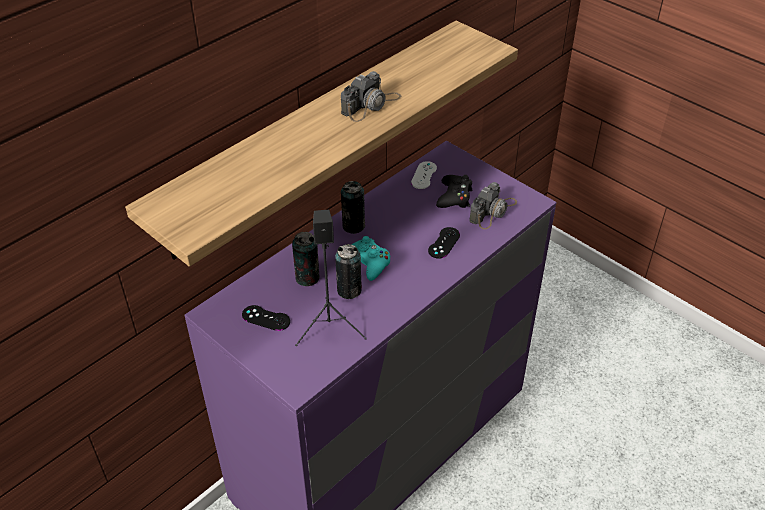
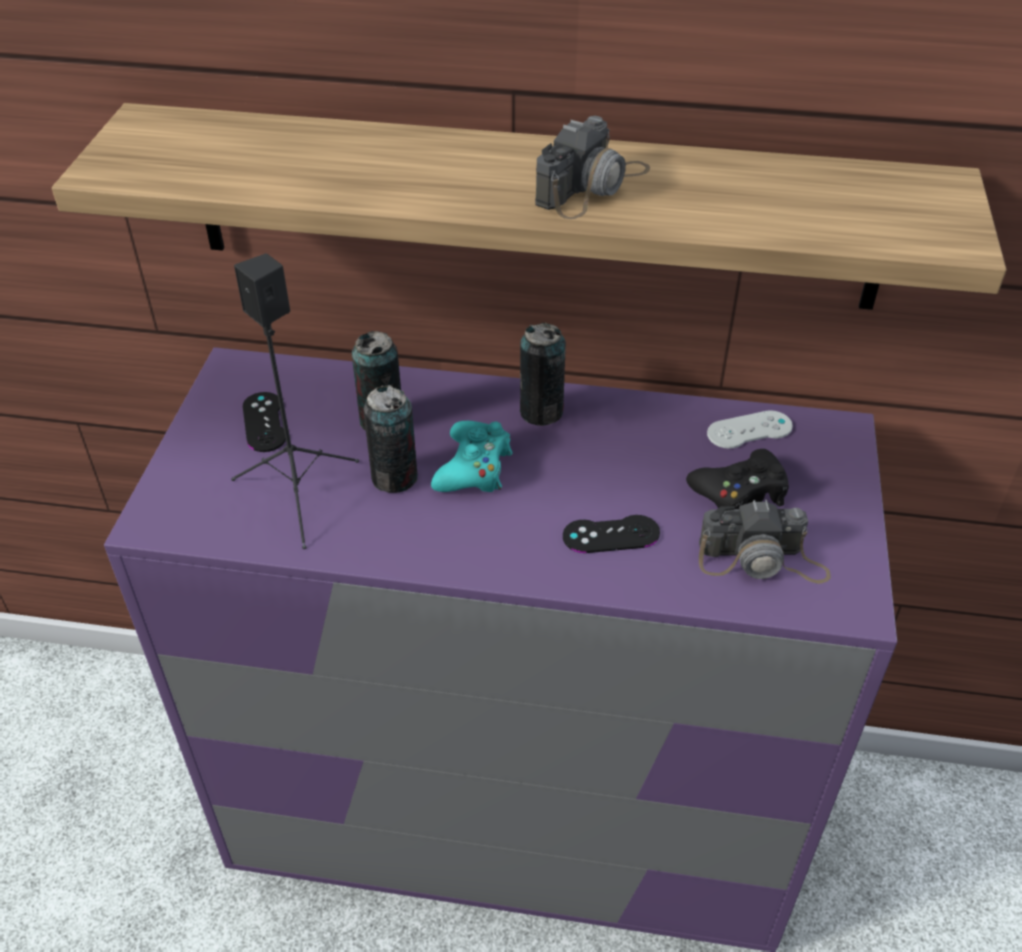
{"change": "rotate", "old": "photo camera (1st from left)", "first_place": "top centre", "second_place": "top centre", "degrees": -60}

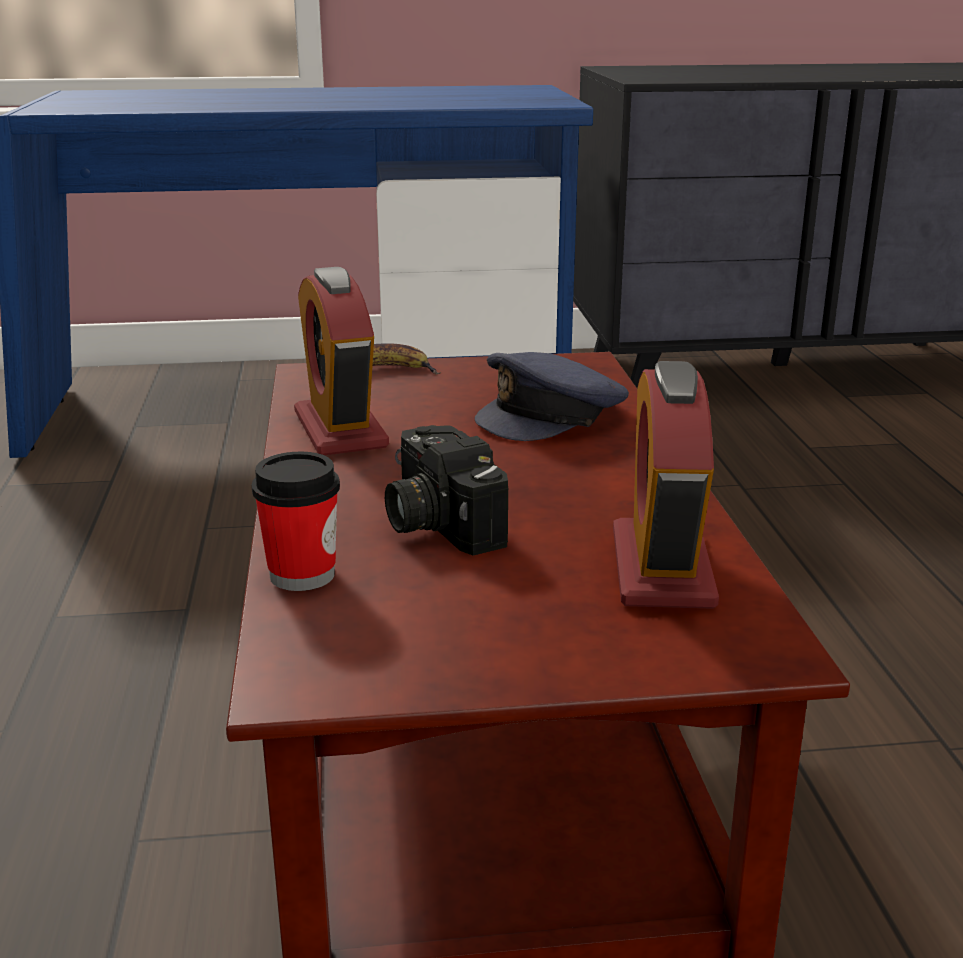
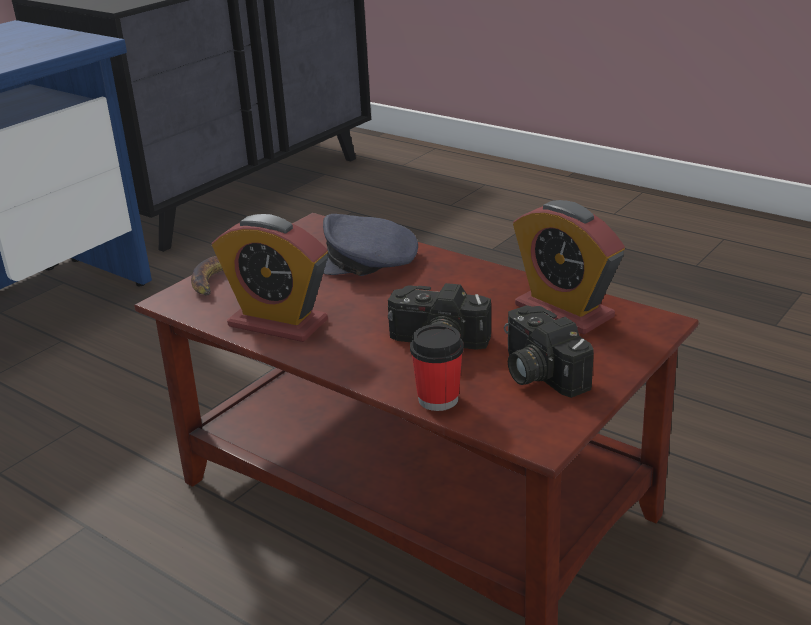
{"change": "insert", "new": "photo camera (2nd from left)", "second_place": "middle right"}
{"change": "rotate", "old": "cap/grey", "first_place": "centre", "second_place": "centre", "degrees": 90}

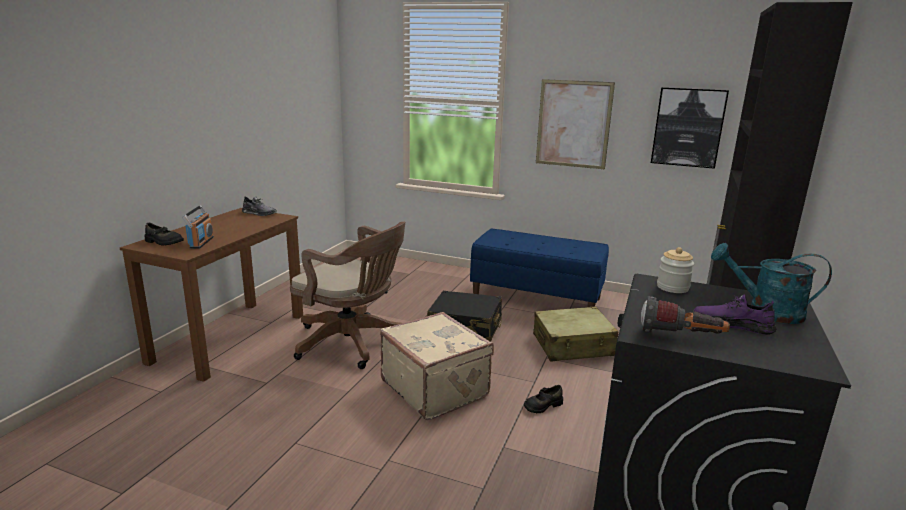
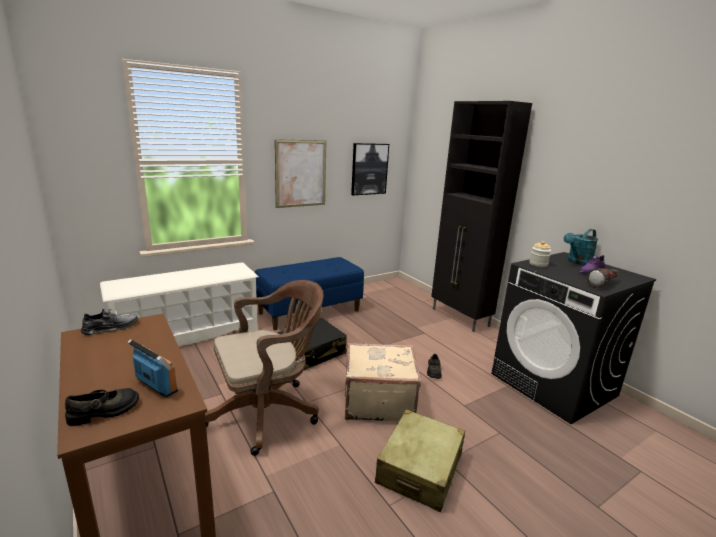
{"change": "insert", "new": "shoe rack/white", "second_place": "middle left"}
{"change": "move", "old": "suitcase/beige (2nd from left)", "first_place": "centre", "second_place": "bottom centre"}

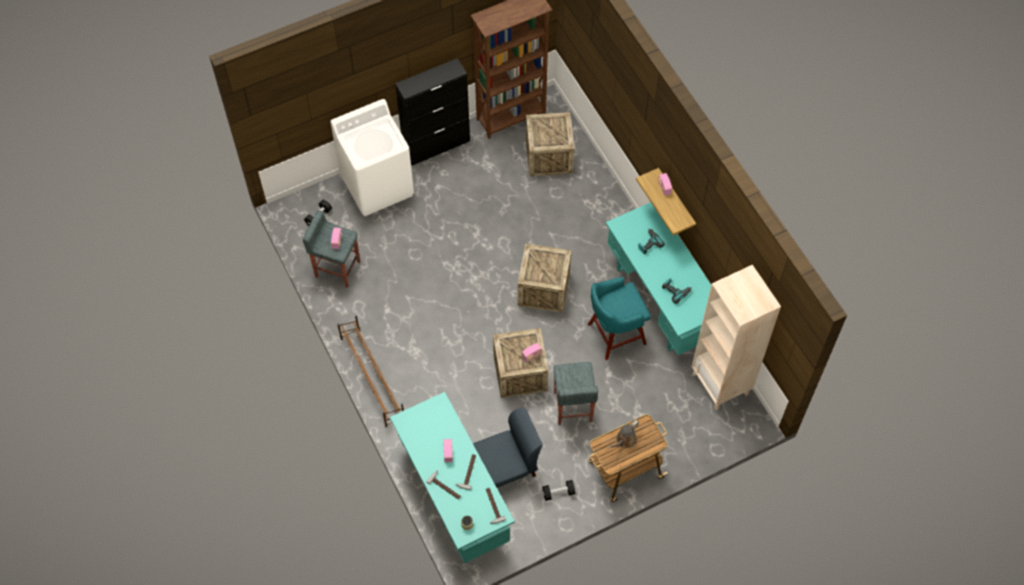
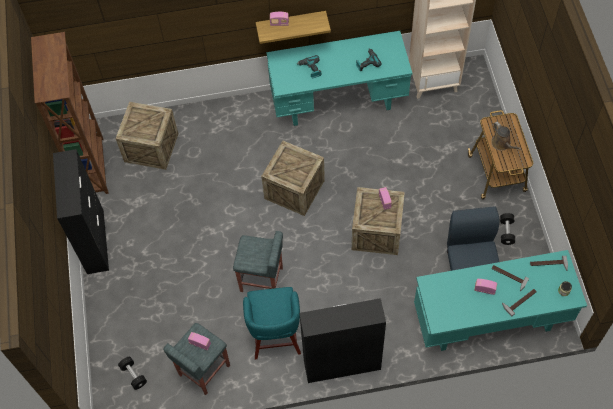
{"change": "delete", "old": "washing machine/white", "first_place": "top centre"}
{"change": "move", "old": "stool/grey (2nd from left)", "first_place": "bottom centre", "second_place": "centre"}
{"change": "move", "old": "stool/turquoise", "first_place": "centre", "second_place": "bottom centre"}
{"change": "replace", "old": "shoe rack/brown", "new": "cabinet/black (2nd from left)", "first_place": "centre", "second_place": "bottom centre"}

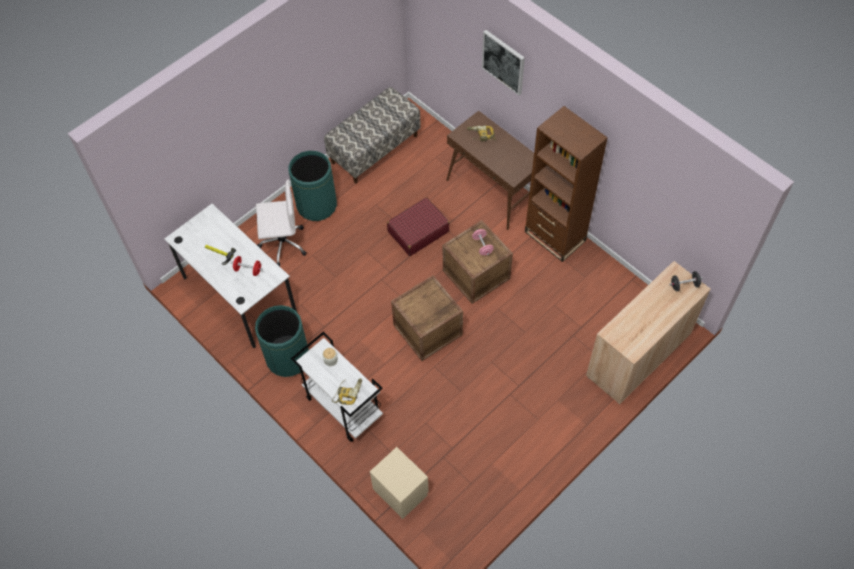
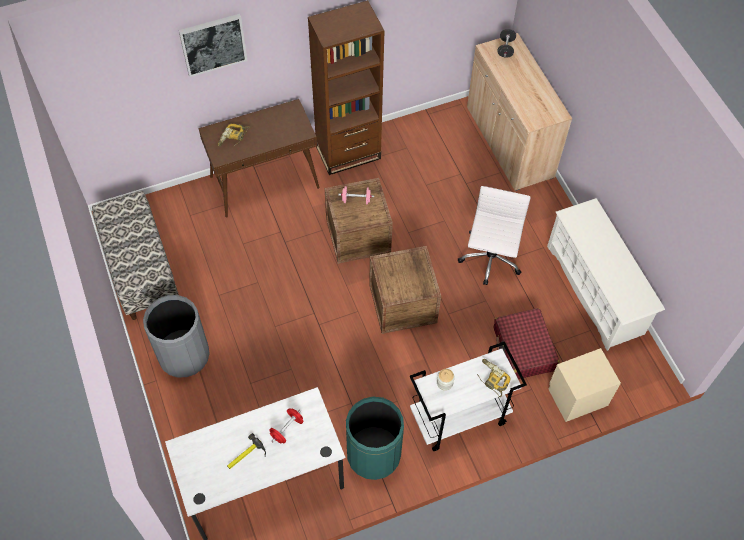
{"change": "insert", "new": "shoe rack/white", "second_place": "middle right"}
{"change": "move", "old": "office chair/white", "first_place": "middle left", "second_place": "centre"}
{"change": "move", "old": "suitcase/red", "first_place": "centre", "second_place": "middle right"}
{"change": "recolor", "old": "trash can/green (2nd from left)", "new": "trash can/grey", "first_place": "top centre", "second_place": "middle left"}

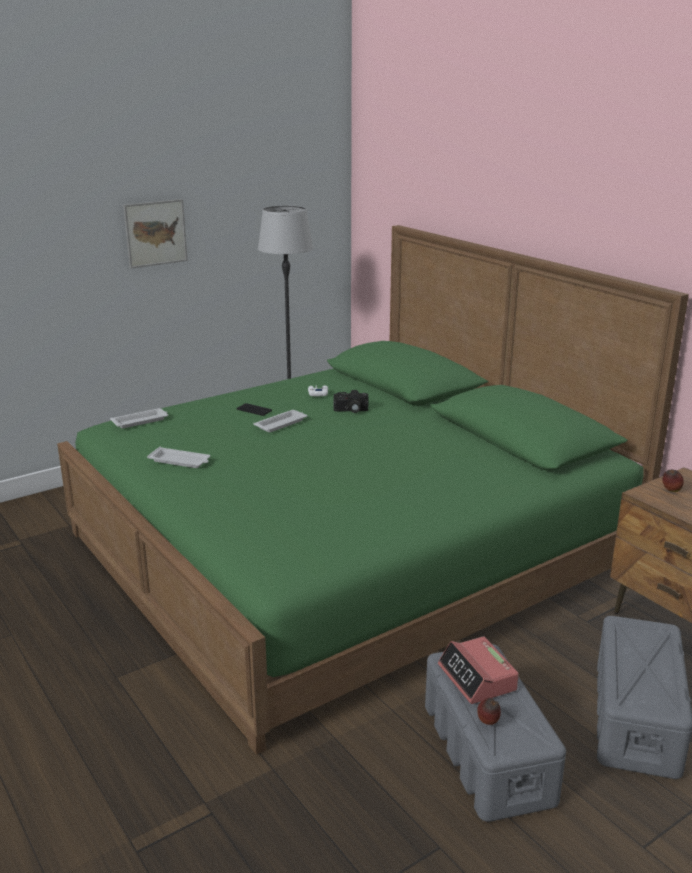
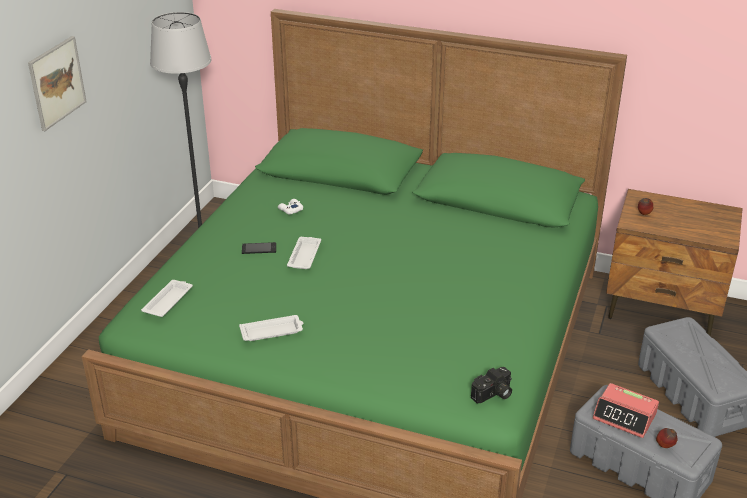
{"change": "move", "old": "photo camera", "first_place": "centre", "second_place": "bottom centre"}

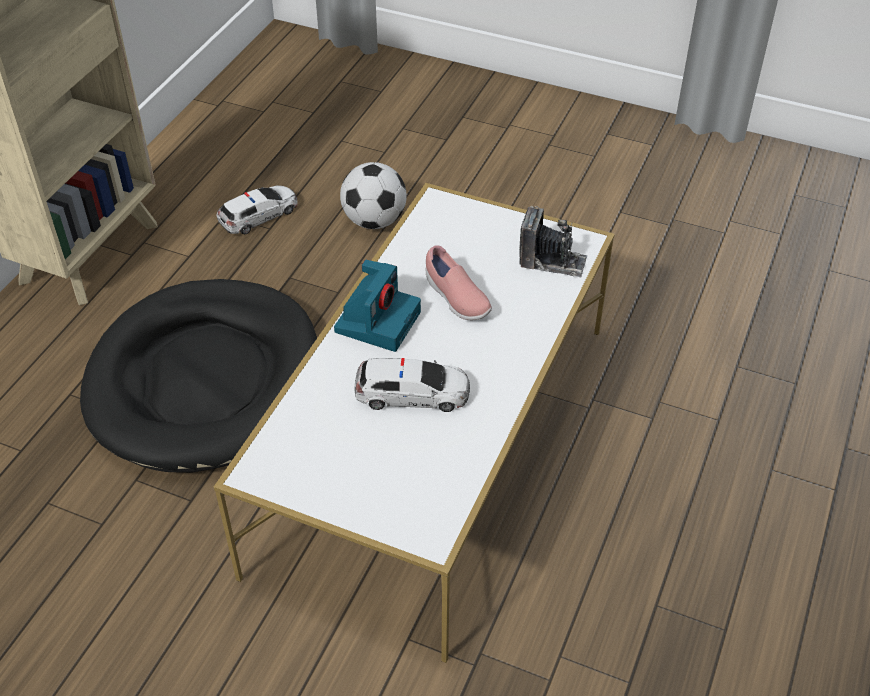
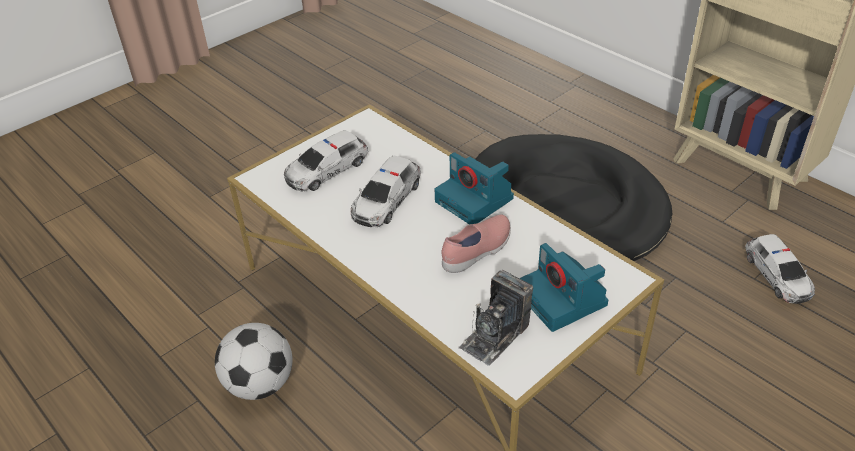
{"change": "insert", "new": "toy car (1st from left)", "second_place": "centre"}
{"change": "insert", "new": "photo camera (3rd from left)", "second_place": "centre"}
{"change": "move", "old": "football", "first_place": "top centre", "second_place": "bottom left"}
{"change": "rotate", "old": "shoe/pink", "first_place": "centre", "second_place": "centre", "degrees": 150}

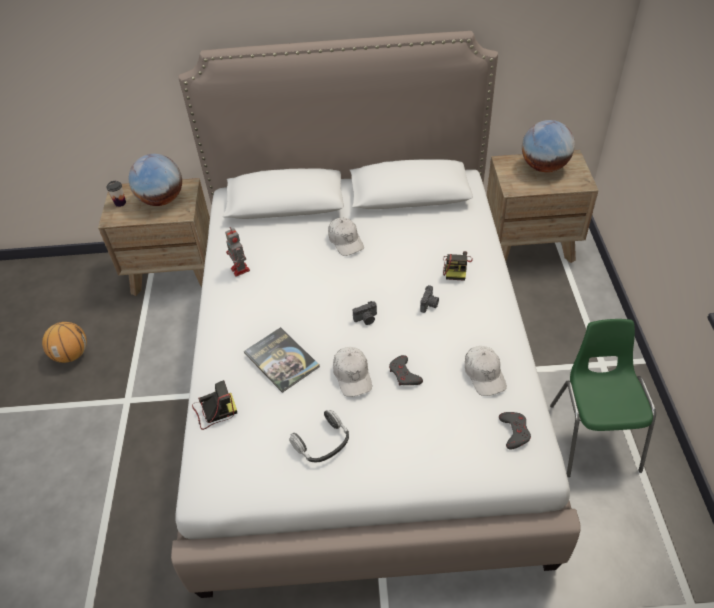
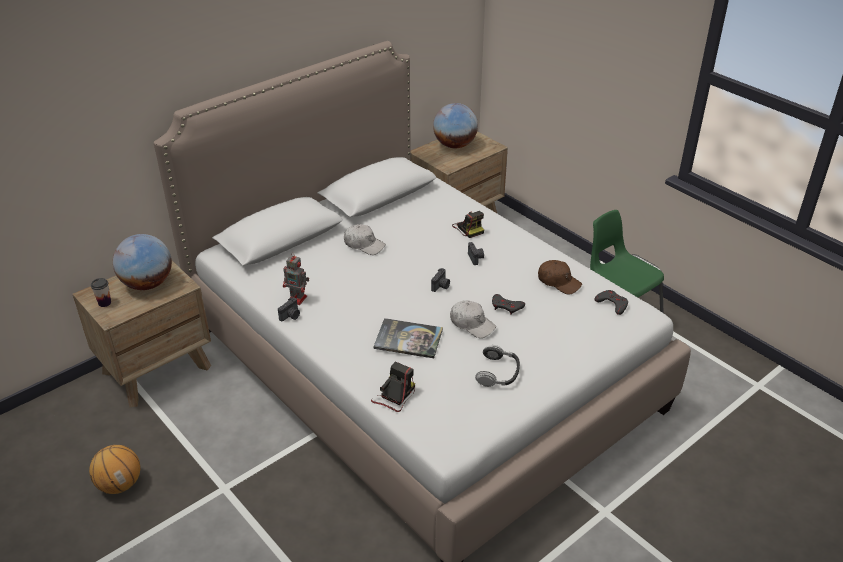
{"change": "insert", "new": "photo camera (1st from left)", "second_place": "centre"}
{"change": "recolor", "old": "cap/white (3rd from left)", "new": "cap/brown", "first_place": "middle right", "second_place": "centre"}

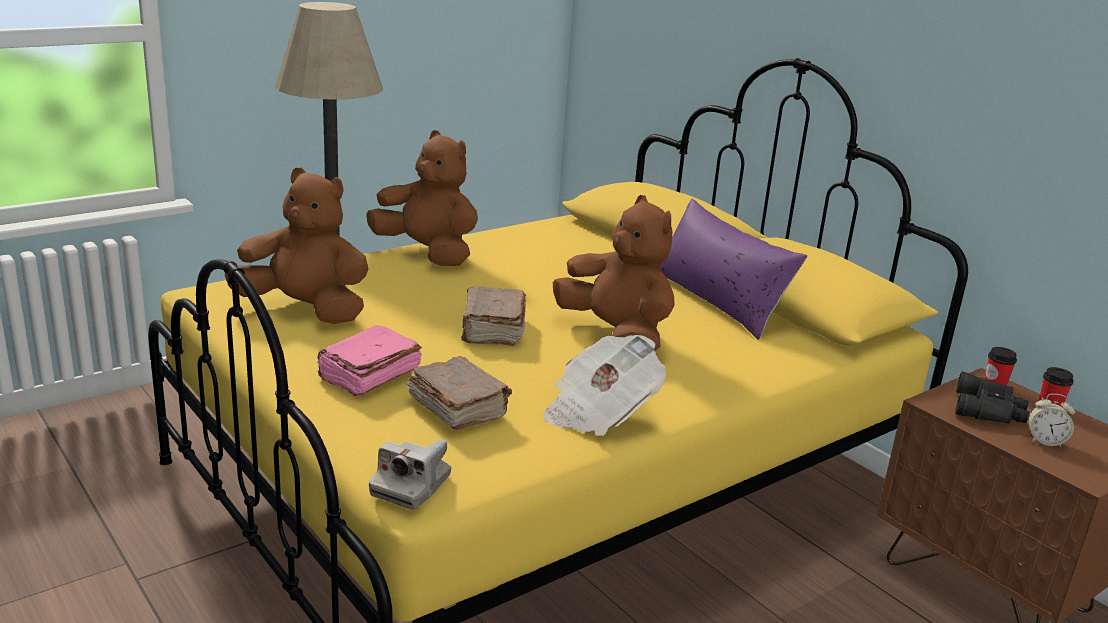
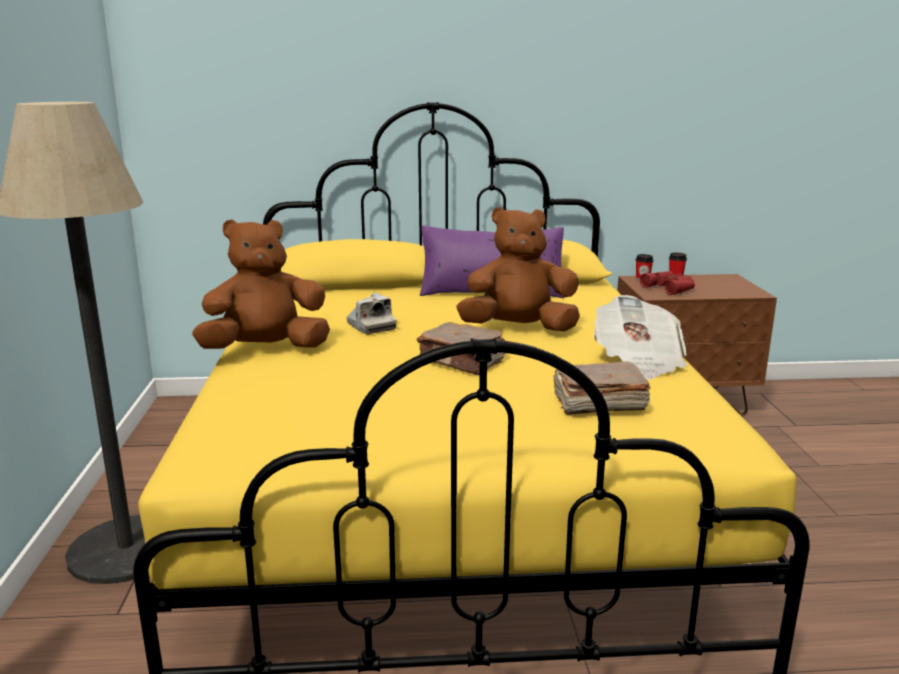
{"change": "delete", "old": "plush toy/brown (1st from left)", "first_place": "middle left"}
{"change": "delete", "old": "book/pink", "first_place": "middle left"}
{"change": "delete", "old": "alarm clock", "first_place": "bottom right"}
{"change": "move", "old": "photo camera", "first_place": "bottom centre", "second_place": "centre"}
{"change": "recolor", "old": "binoculars/black", "new": "binoculars/red", "first_place": "middle right", "second_place": "middle right"}

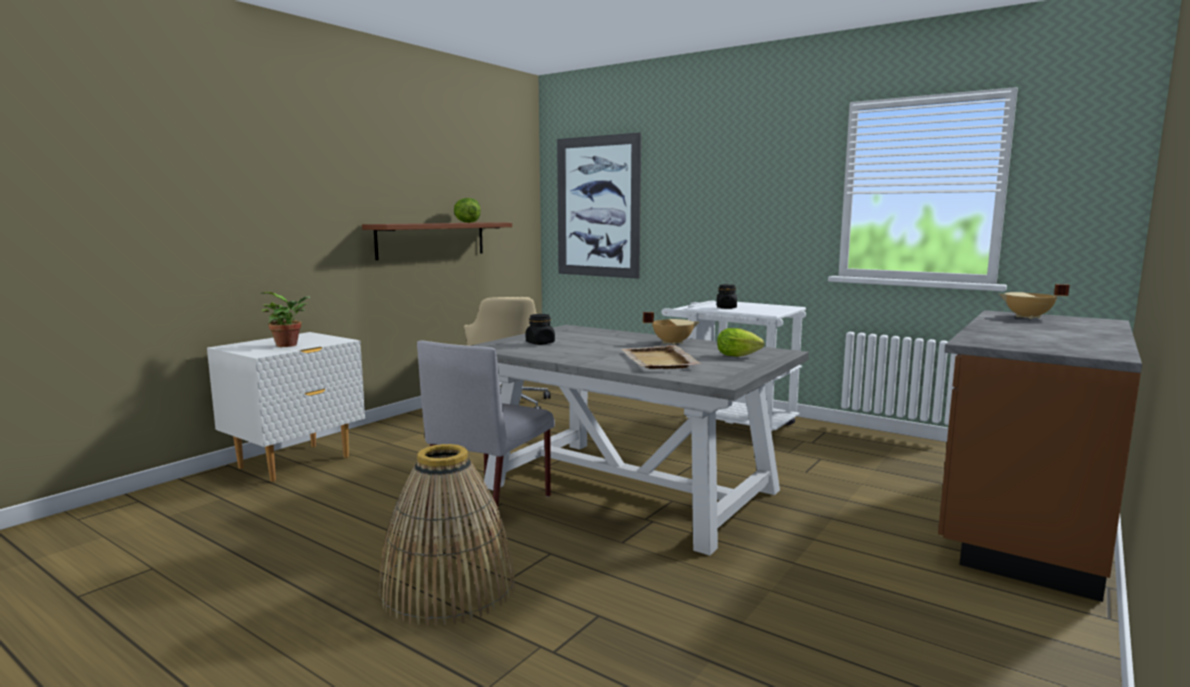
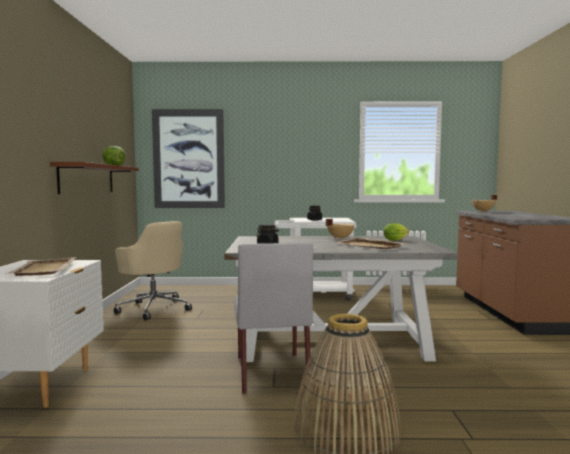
{"change": "replace", "old": "potted plant", "new": "tray/beige (1st from left)", "first_place": "middle left", "second_place": "middle left"}

